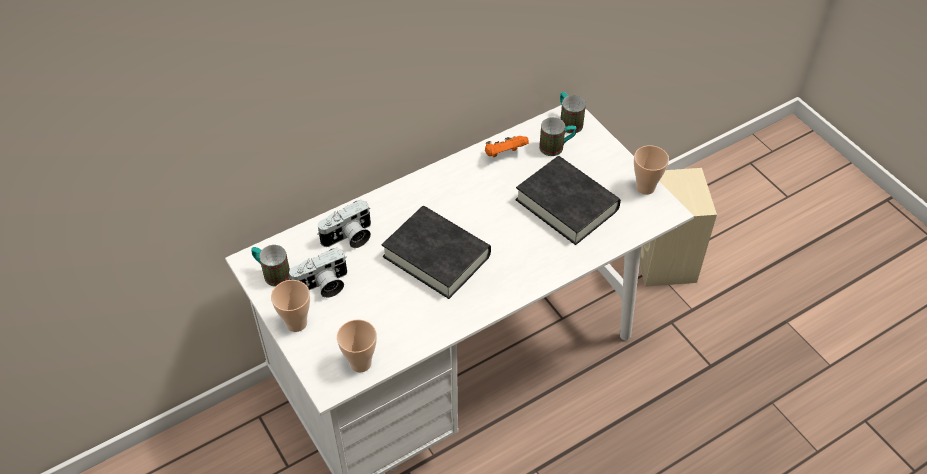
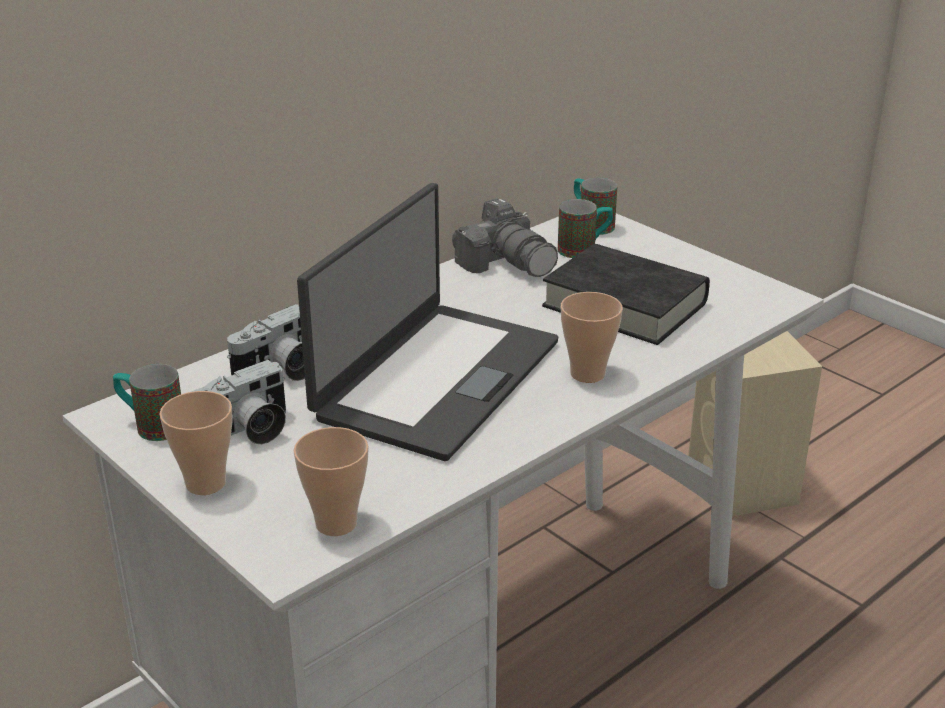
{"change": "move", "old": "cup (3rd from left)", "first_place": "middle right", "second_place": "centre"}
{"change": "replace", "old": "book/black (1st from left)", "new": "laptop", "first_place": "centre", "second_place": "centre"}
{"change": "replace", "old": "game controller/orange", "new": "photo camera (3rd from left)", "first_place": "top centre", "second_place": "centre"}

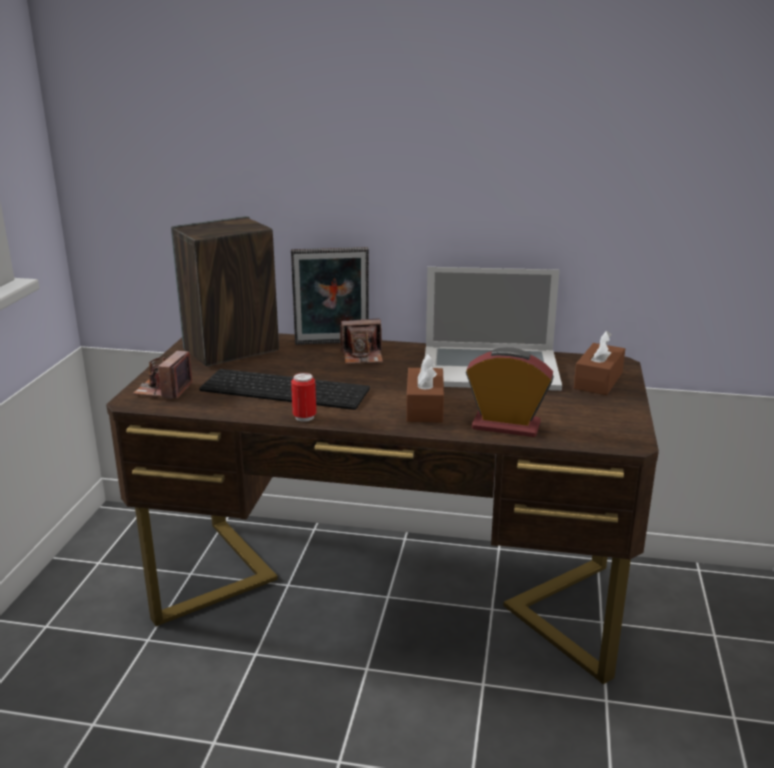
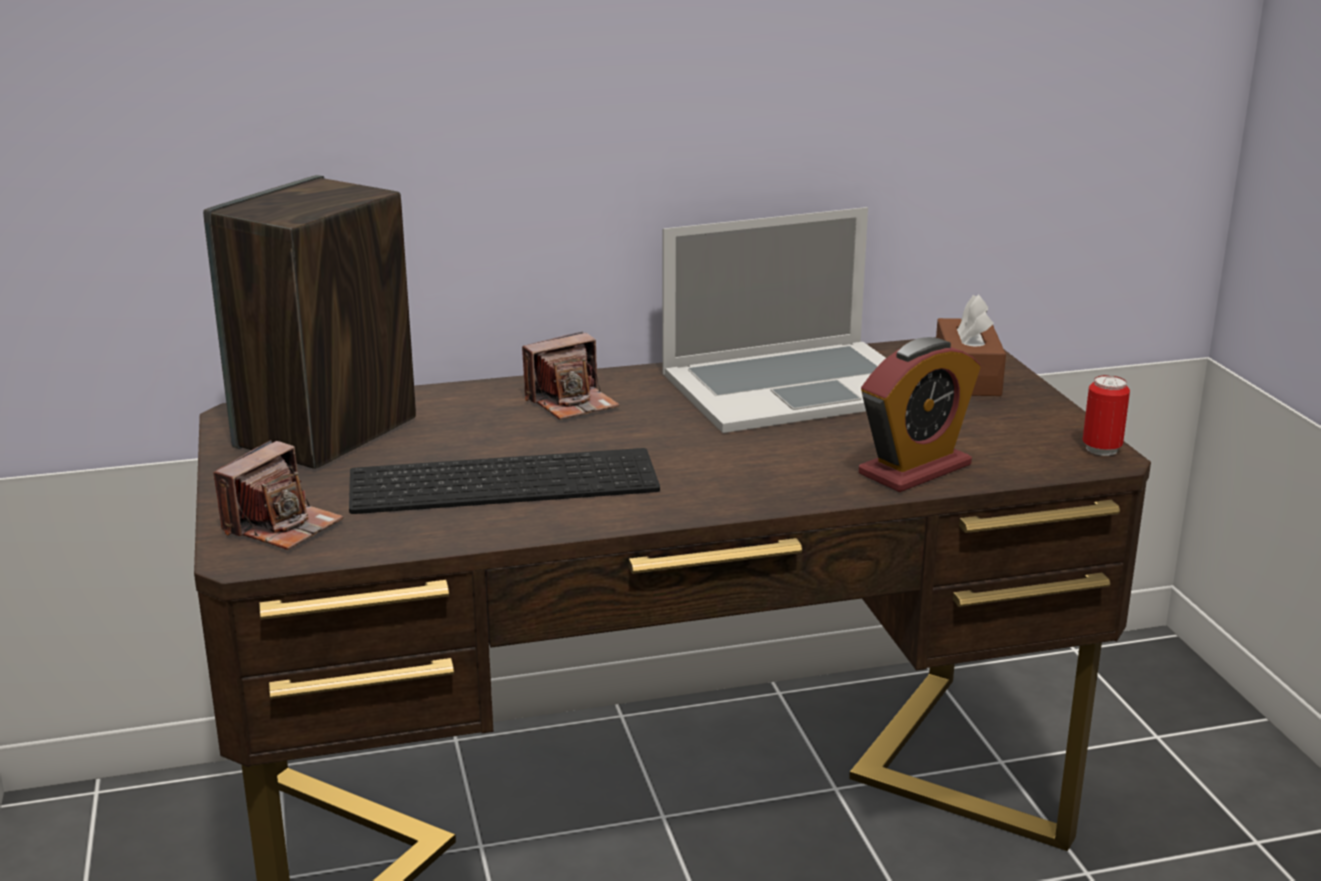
{"change": "delete", "old": "picture frame", "first_place": "centre"}
{"change": "delete", "old": "tissue box/brown (1st from left)", "first_place": "centre"}
{"change": "move", "old": "can", "first_place": "centre", "second_place": "middle right"}
{"change": "rotate", "old": "photo camera (1st from left)", "first_place": "middle left", "second_place": "middle left", "degrees": -135}
{"change": "rotate", "old": "alarm clock", "first_place": "centre", "second_place": "middle right", "degrees": 150}

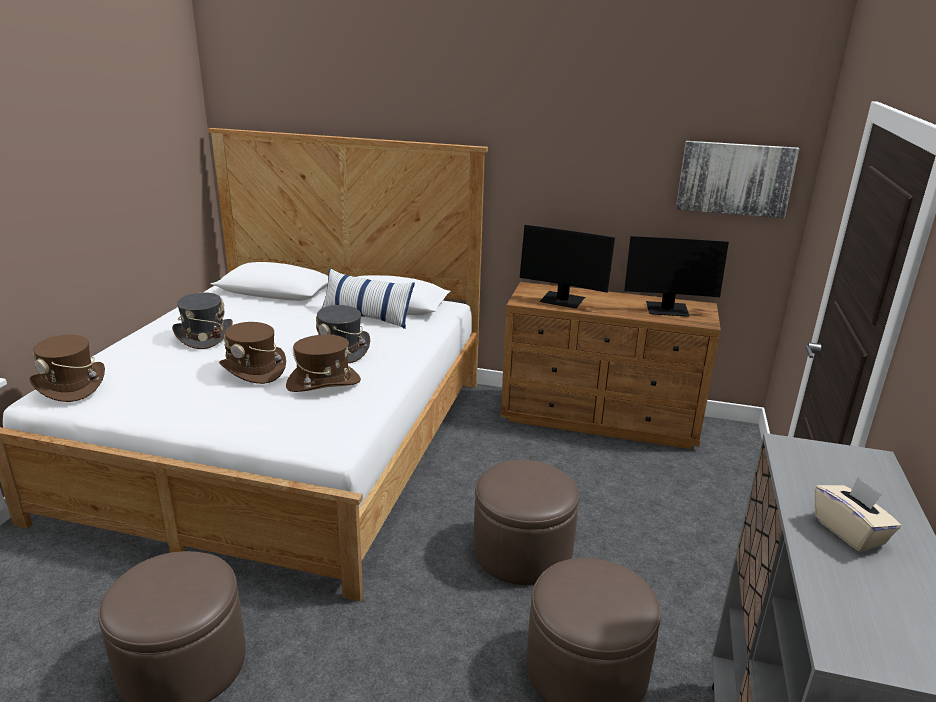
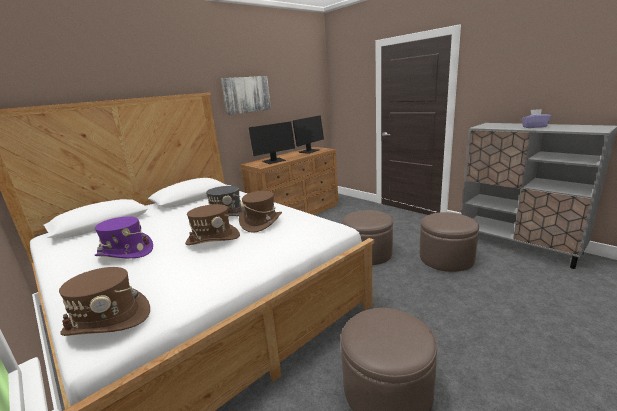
{"change": "delete", "old": "pillow", "first_place": "centre"}
{"change": "move", "old": "picture", "first_place": "top right", "second_place": "top centre"}
{"change": "recolor", "old": "hat/grey (1st from left)", "new": "hat/purple", "first_place": "middle left", "second_place": "middle left"}
{"change": "recolor", "old": "tissue box/beige", "new": "tissue box/purple", "first_place": "bottom right", "second_place": "top right"}

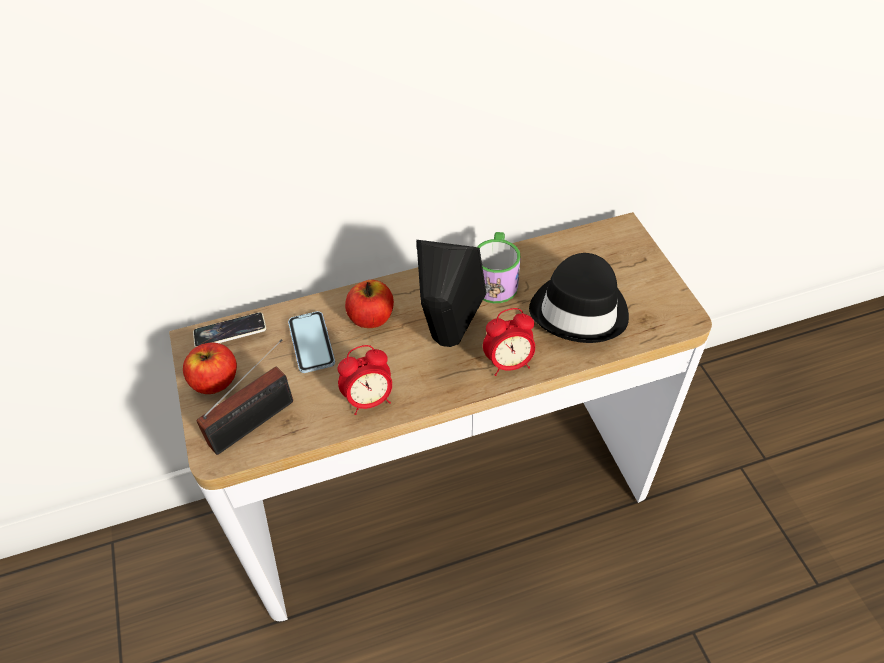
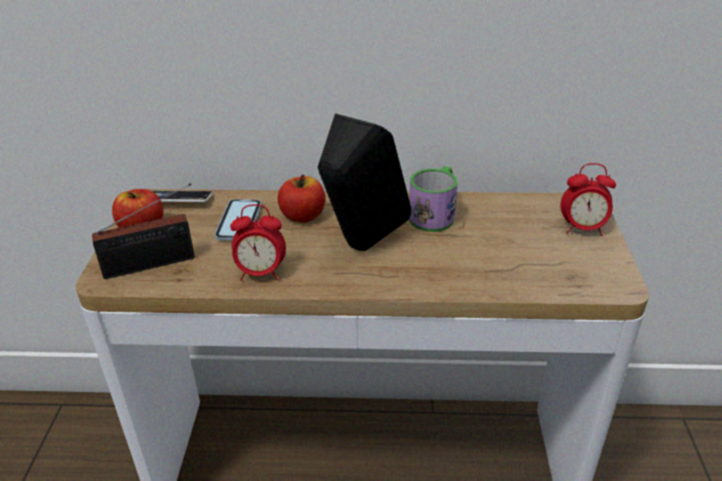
{"change": "delete", "old": "hat/black", "first_place": "centre"}
{"change": "move", "old": "alarm clock (2nd from left)", "first_place": "centre", "second_place": "middle right"}

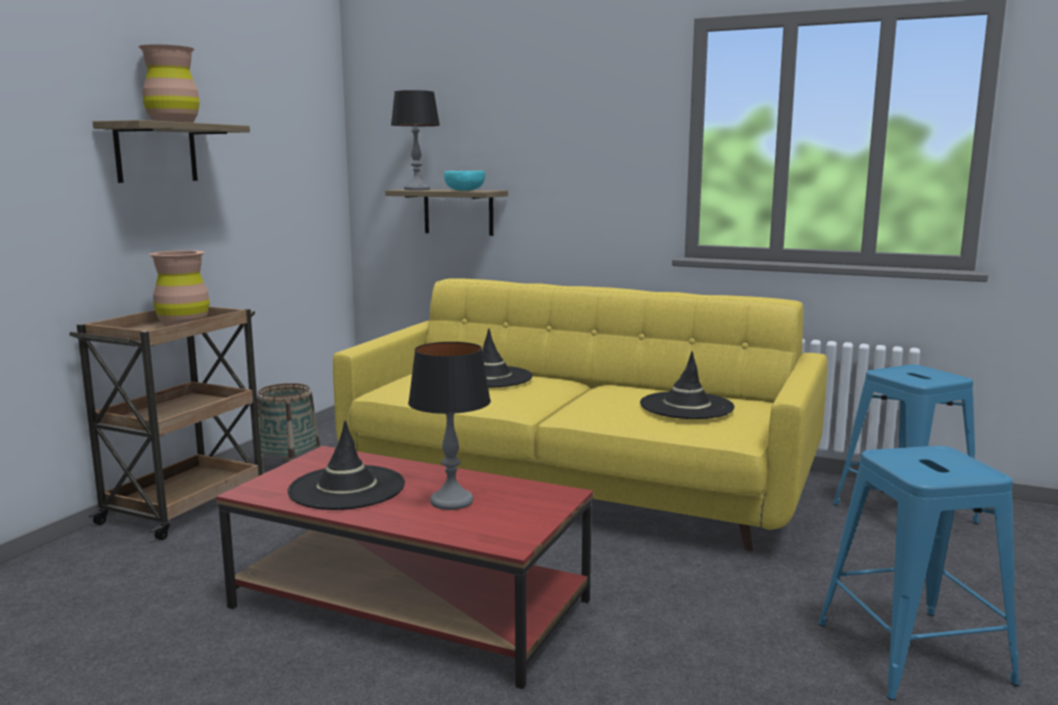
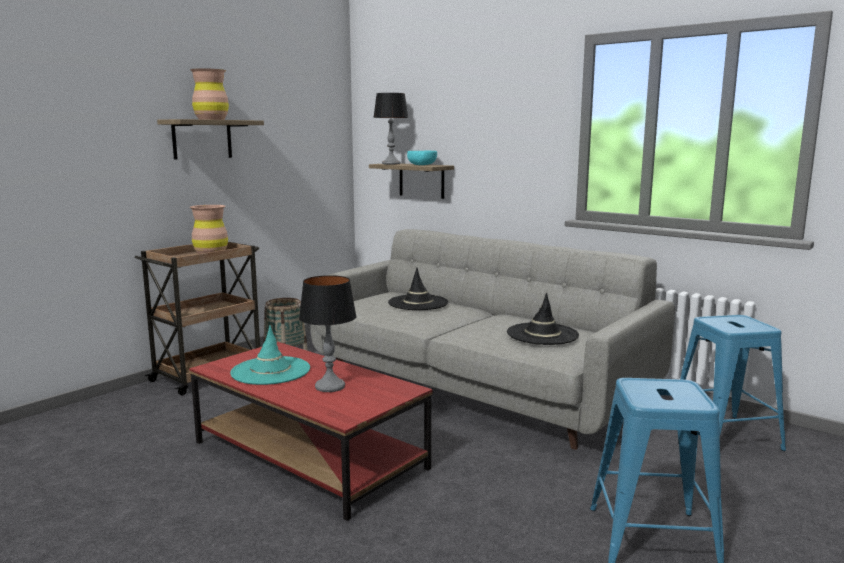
{"change": "recolor", "old": "hat/black (1st from left)", "new": "hat/turquoise", "first_place": "middle left", "second_place": "middle left"}
{"change": "recolor", "old": "sofa/yellow", "new": "sofa/grey", "first_place": "centre", "second_place": "centre"}

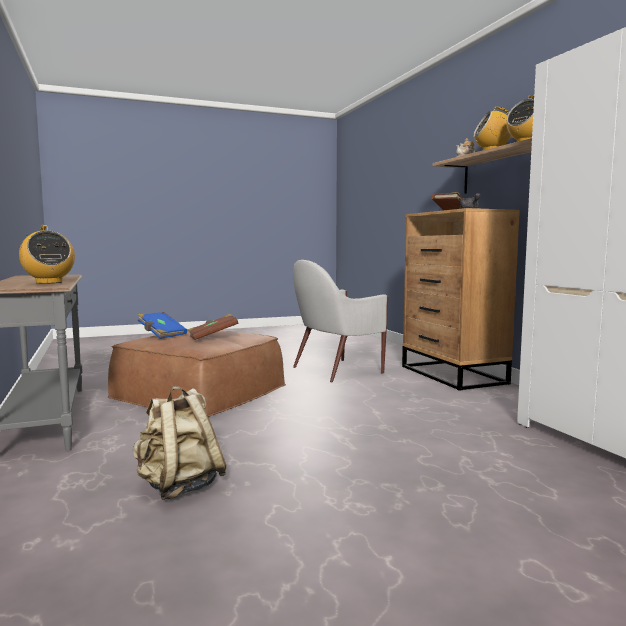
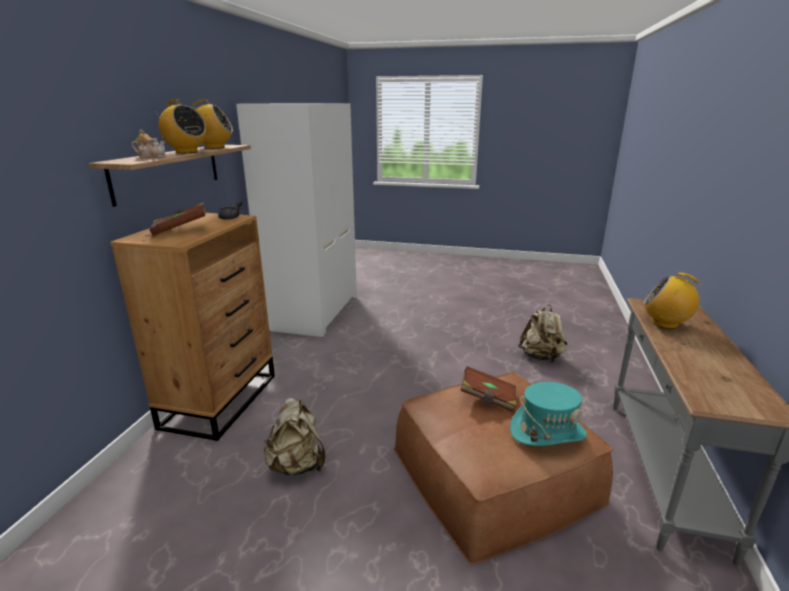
{"change": "replace", "old": "book/blue", "new": "hat/turquoise", "first_place": "middle left", "second_place": "bottom right"}
{"change": "replace", "old": "armchair/white", "new": "backpack/beige (1st from left)", "first_place": "centre", "second_place": "bottom centre"}
{"change": "rotate", "old": "radio (1st from left in the first image)", "first_place": "middle left", "second_place": "middle right", "degrees": -60}

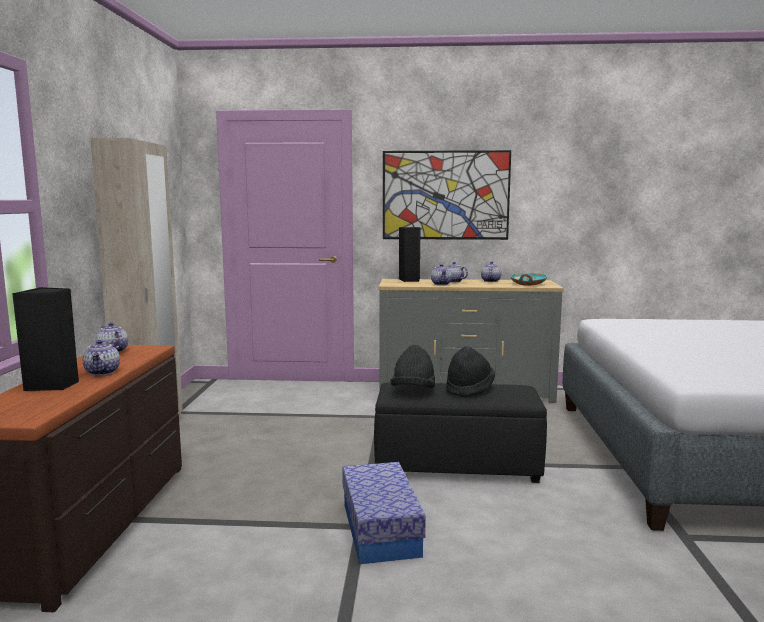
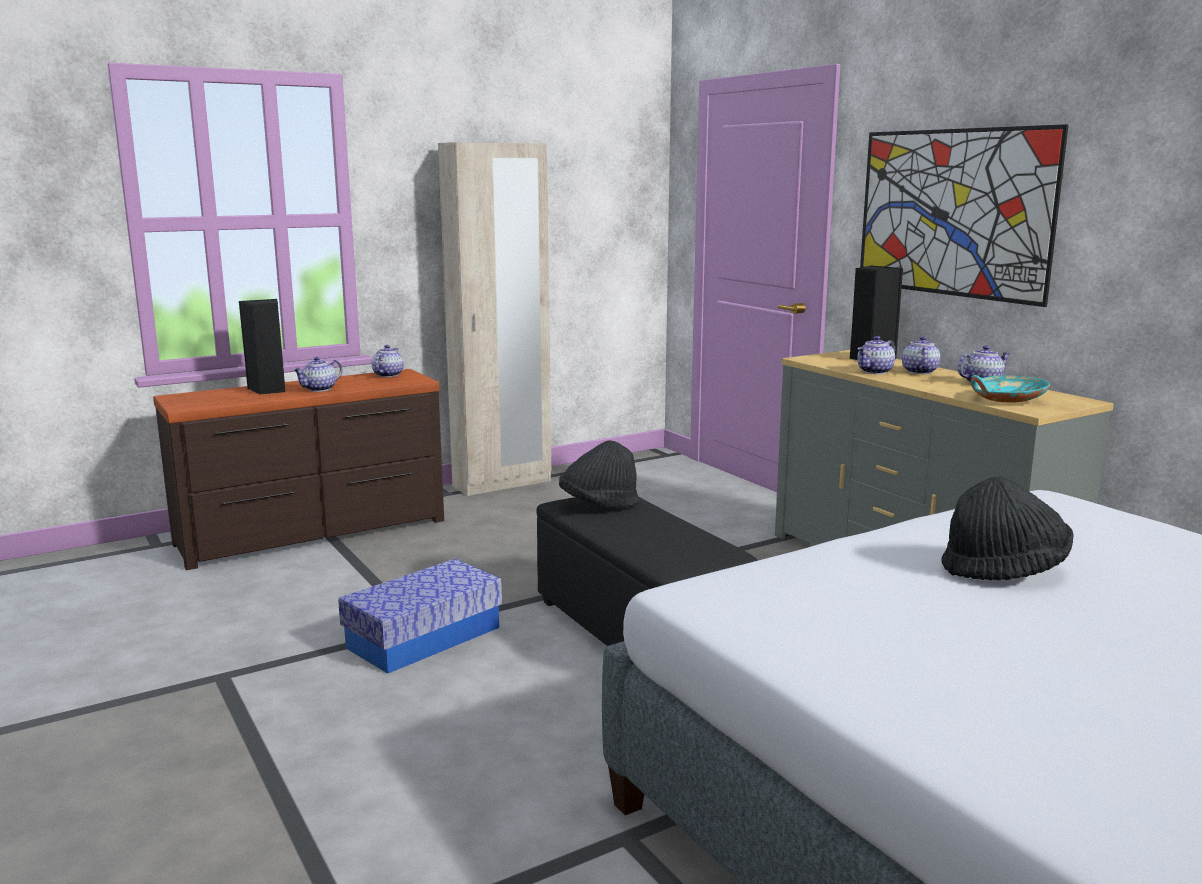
{"change": "move", "old": "hat/black (2nd from left)", "first_place": "centre", "second_place": "middle right"}

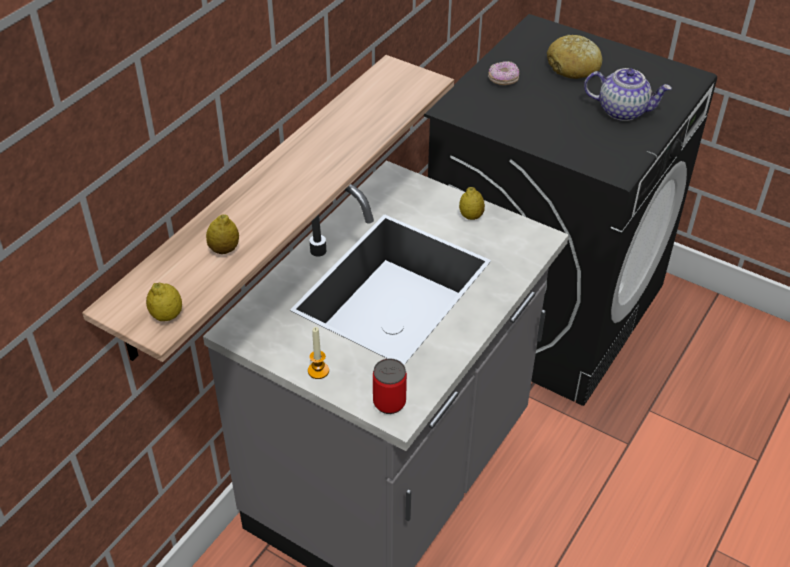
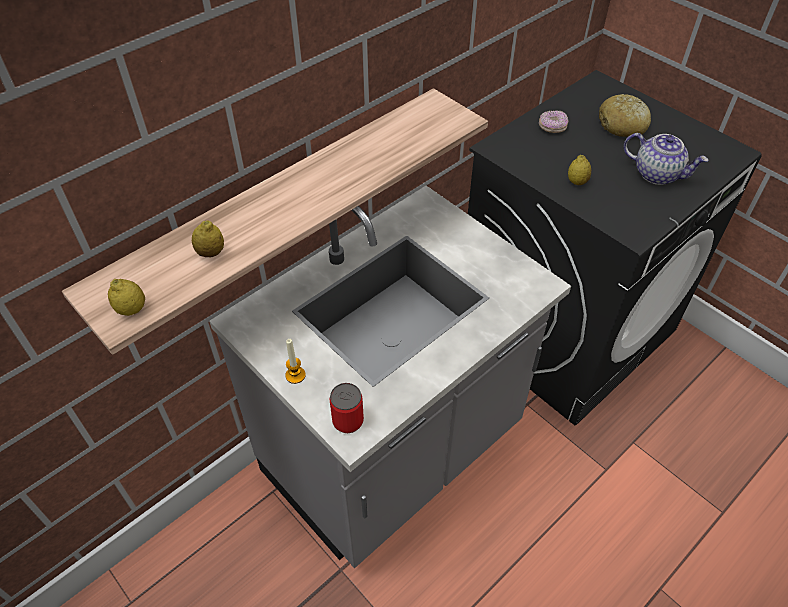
{"change": "move", "old": "lemon (3rd from left)", "first_place": "centre", "second_place": "top right"}

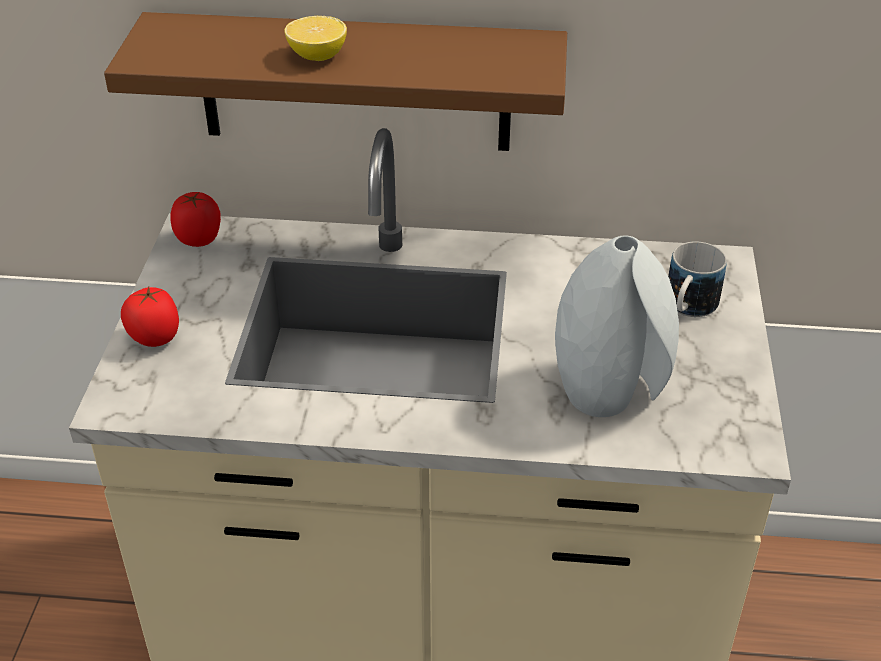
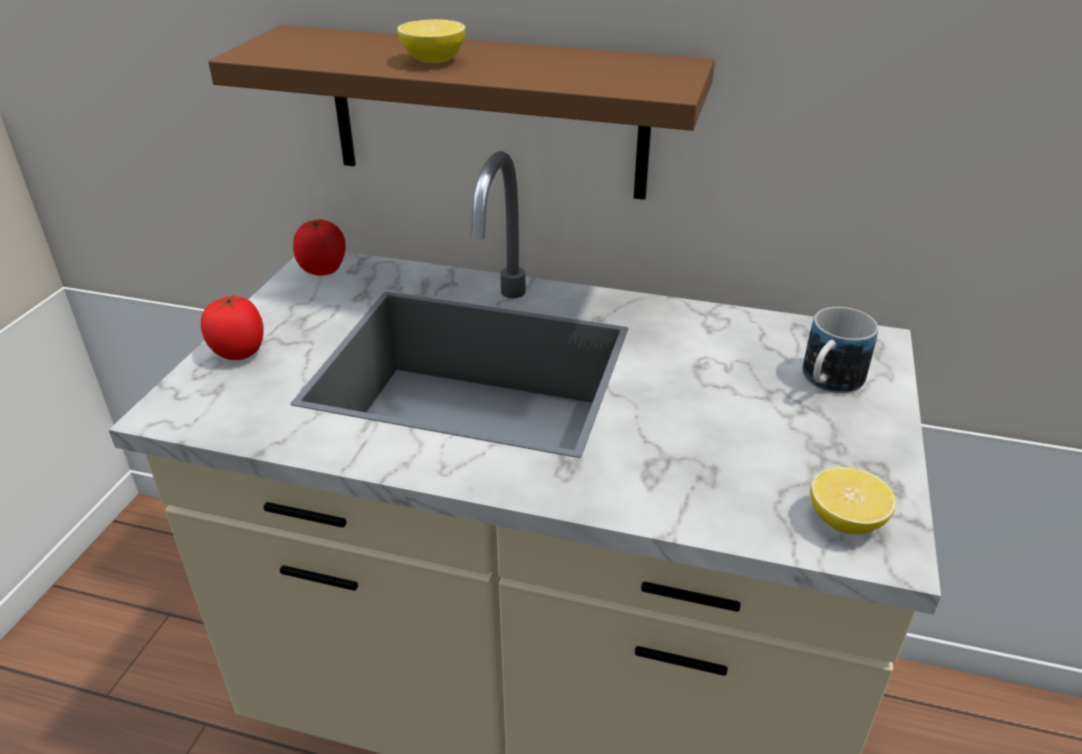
{"change": "delete", "old": "vase/grey", "first_place": "middle right"}
{"change": "insert", "new": "lemon (2nd from left)", "second_place": "middle right"}

